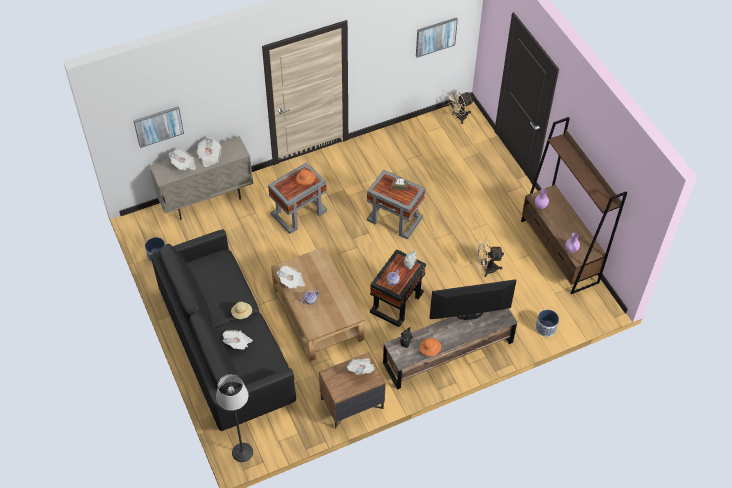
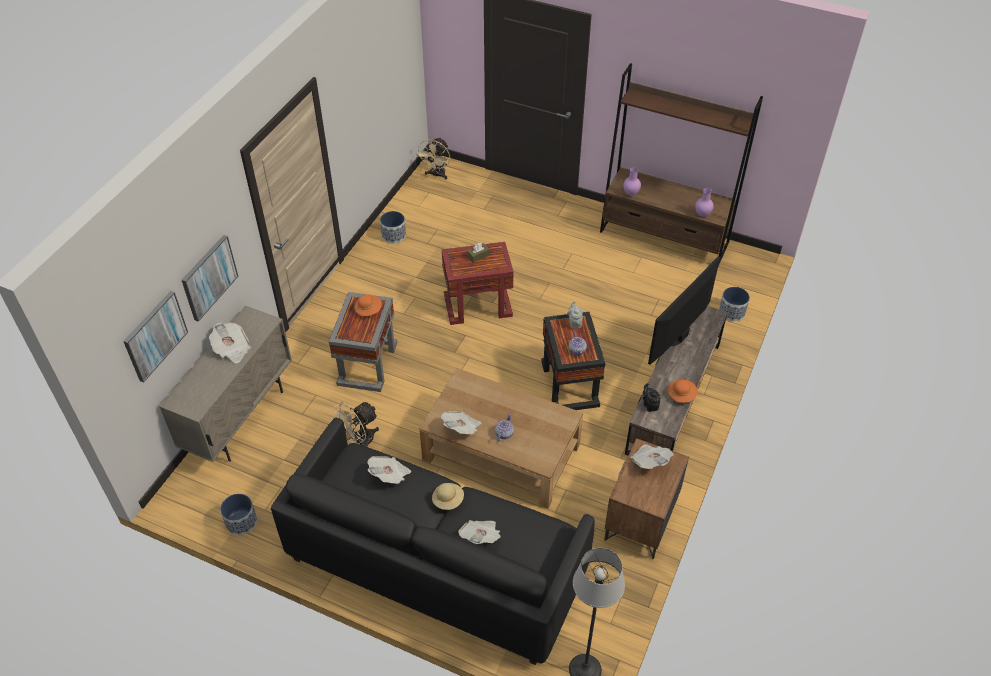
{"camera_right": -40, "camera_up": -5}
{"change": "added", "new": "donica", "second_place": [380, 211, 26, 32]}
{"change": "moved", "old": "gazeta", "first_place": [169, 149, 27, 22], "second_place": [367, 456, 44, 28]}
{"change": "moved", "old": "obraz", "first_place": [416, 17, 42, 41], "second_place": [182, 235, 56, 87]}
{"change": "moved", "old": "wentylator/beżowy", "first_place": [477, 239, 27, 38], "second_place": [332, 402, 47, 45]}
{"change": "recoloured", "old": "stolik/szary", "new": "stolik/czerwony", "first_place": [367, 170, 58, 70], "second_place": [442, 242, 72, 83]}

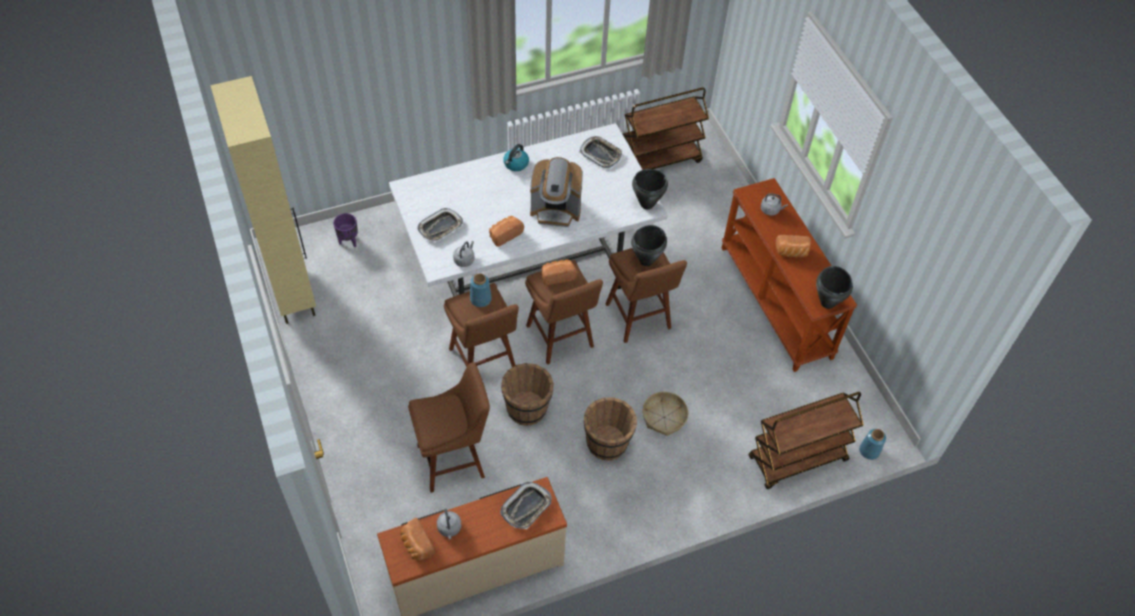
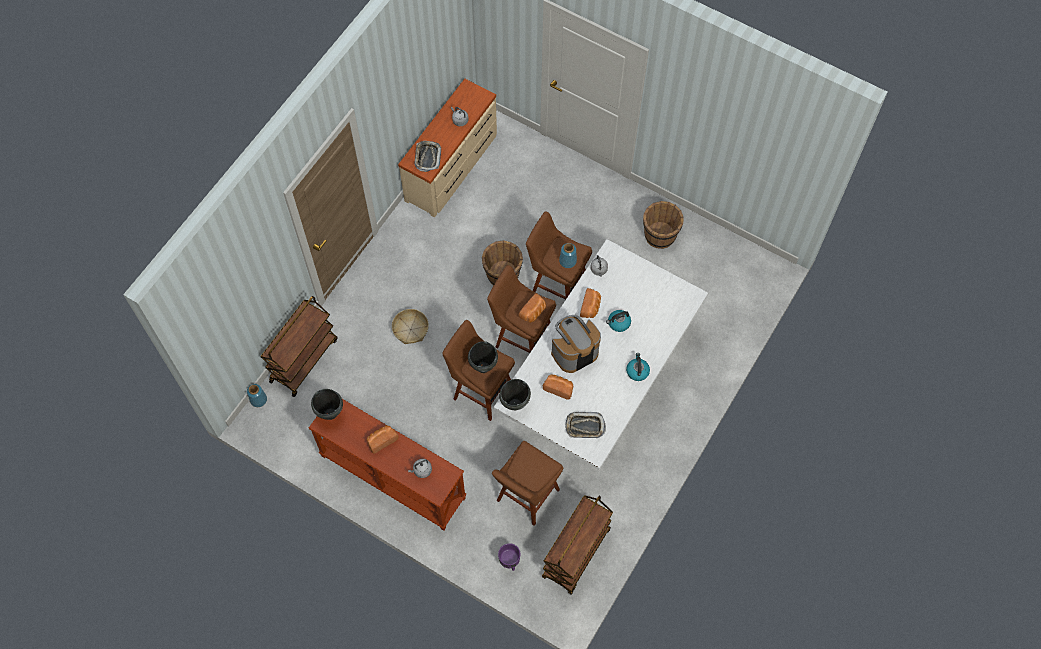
{"camera_right": 145, "camera_up": 10}
{"change": "removed", "old": "szafka/beżowy", "first_place": [210, 76, 106, 248]}
{"change": "removed", "old": "taca", "first_place": [417, 208, 46, 33]}
{"change": "added", "new": "czajnik", "second_place": [606, 310, 25, 22]}
{"change": "moved", "old": "donica/fioletowy", "first_place": [333, 213, 25, 34], "second_place": [498, 543, 23, 28]}
{"change": "moved", "old": "chleb", "first_place": [400, 517, 35, 44], "second_place": [543, 375, 30, 25]}
{"change": "moved", "old": "stołek/brązowy", "first_place": [408, 362, 82, 131], "second_place": [492, 441, 71, 85]}
{"change": "moved", "old": "wiadro/brązowy", "first_place": [584, 397, 53, 63], "second_place": [643, 201, 41, 48]}

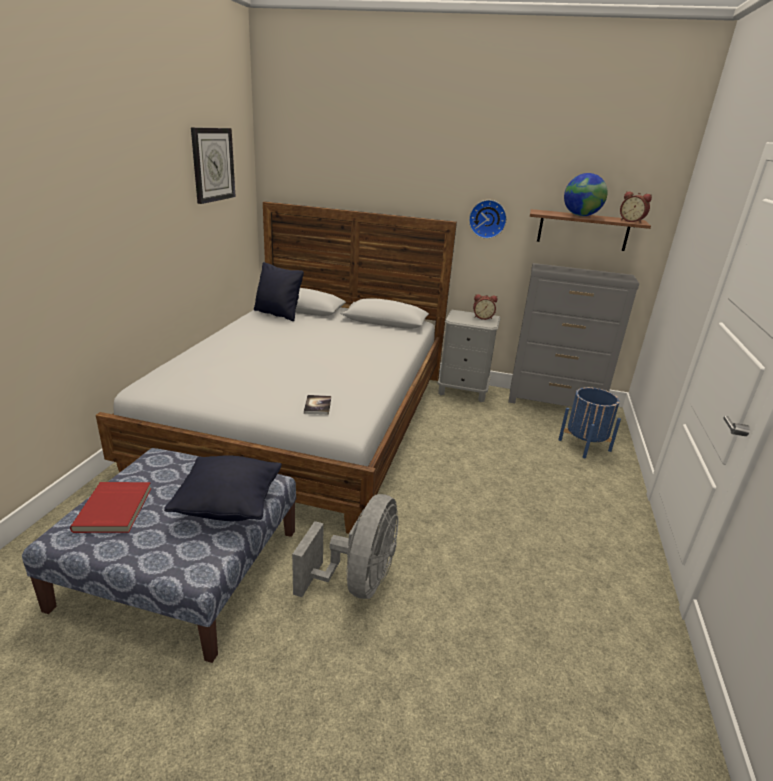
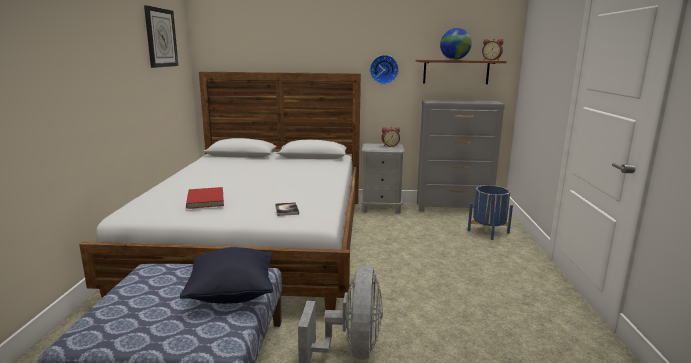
{"camera_right": -10, "camera_up": -10}
{"change": "removed", "old": "poduszka/czarny", "first_place": [254, 262, 50, 59]}
{"change": "moved", "old": "książka/czerwony", "first_place": [70, 482, 82, 51], "second_place": [186, 187, 38, 22]}

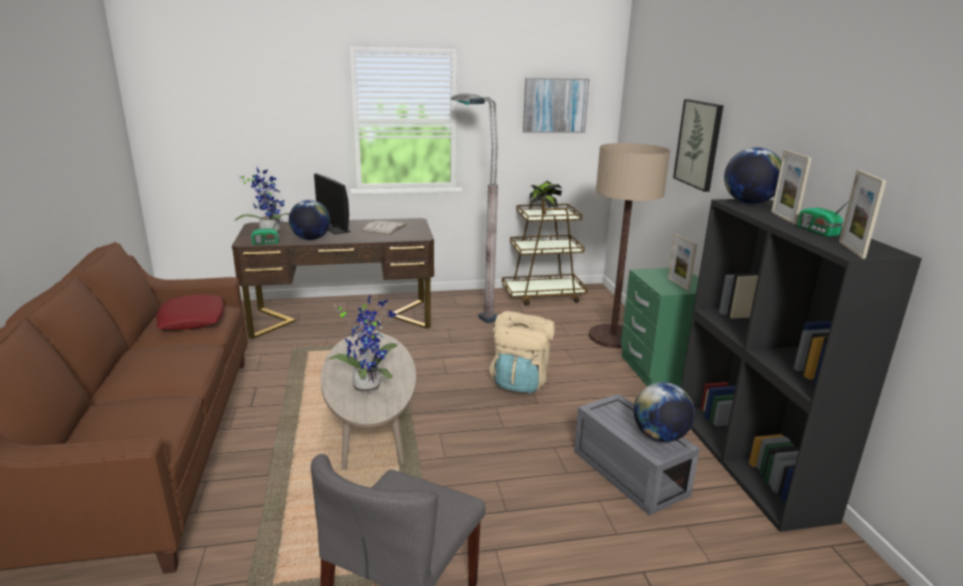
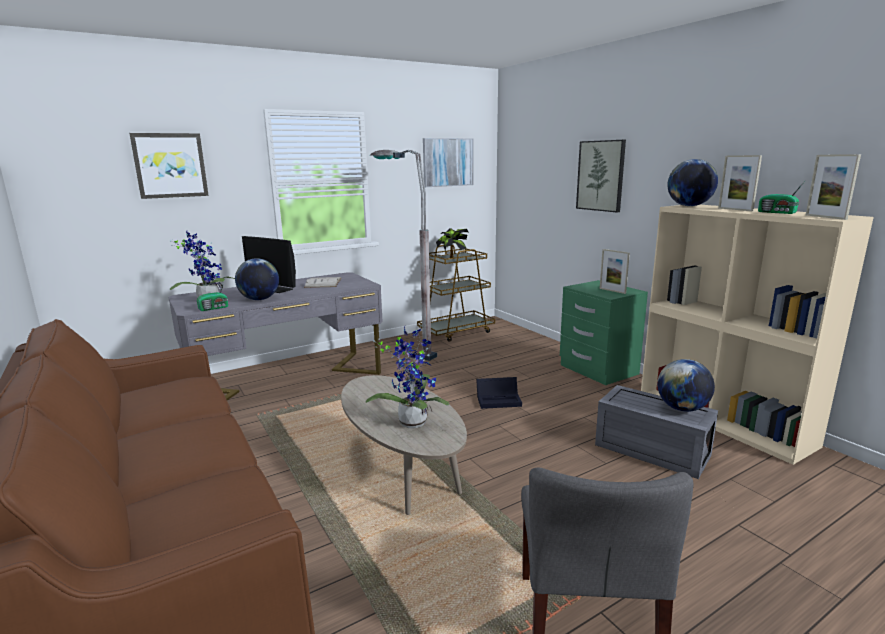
{"camera_right": -20, "camera_up": -5}
{"change": "removed", "old": "poduszka/czerwony", "first_place": [156, 294, 68, 36]}
{"change": "removed", "old": "lampa stojąca", "first_place": [589, 143, 81, 205]}
{"change": "added", "new": "obraz", "second_place": [129, 133, 80, 66]}
{"change": "replaced", "old": "plecak/beżowy", "new": "pojemnik do przechowywania/czarny", "first_place": [489, 311, 66, 82], "second_place": [476, 377, 46, 32]}
{"change": "recoloured", "old": "biurko/brązowy", "new": "biurko/szary", "first_place": [232, 218, 202, 121], "second_place": [168, 272, 215, 128]}
{"change": "recoloured", "old": "regał/czarny", "new": "regał/beżowy", "first_place": [681, 199, 241, 333], "second_place": [641, 205, 233, 260]}

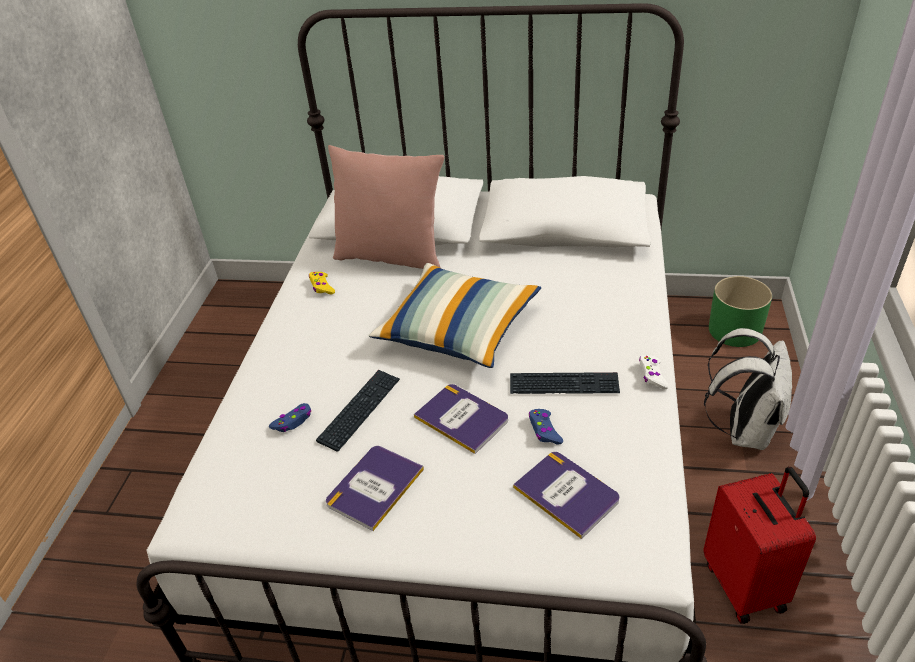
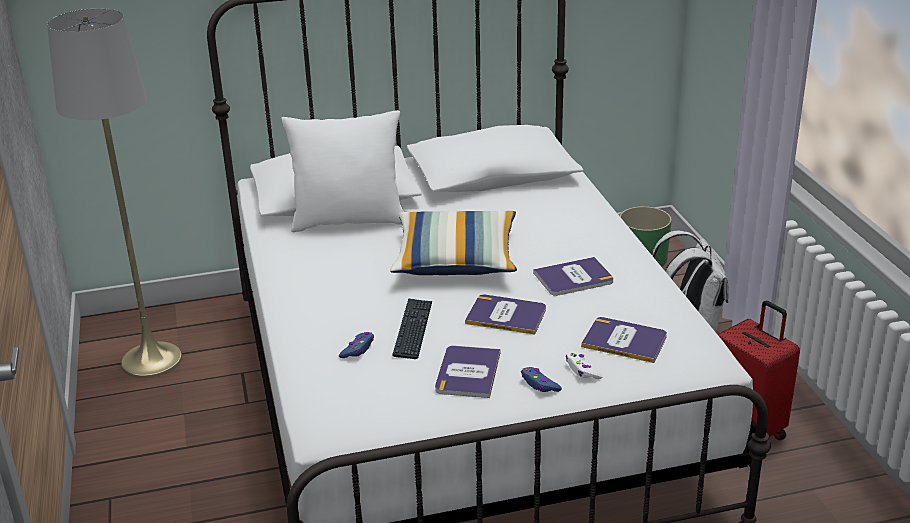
{"camera_right": -25, "camera_up": -10}
{"change": "removed", "old": "pad do gier/żółty", "first_place": [309, 272, 26, 23]}
{"change": "added", "new": "lampa stojąca/szary", "second_place": [47, 8, 135, 370]}
{"change": "moved", "old": "pad do gier/niebieski", "first_place": [529, 409, 34, 35], "second_place": [521, 367, 41, 25]}
{"change": "moved", "old": "pad do gier/biały", "first_place": [639, 355, 30, 34], "second_place": [566, 353, 37, 27]}
{"change": "replaced", "old": "klawiatura", "new": "książka", "first_place": [510, 372, 110, 22], "second_place": [533, 257, 80, 39]}
{"change": "recoloured", "old": "poduszka/różowy", "new": "poduszka/biały", "first_place": [328, 145, 117, 124], "second_place": [281, 110, 123, 122]}

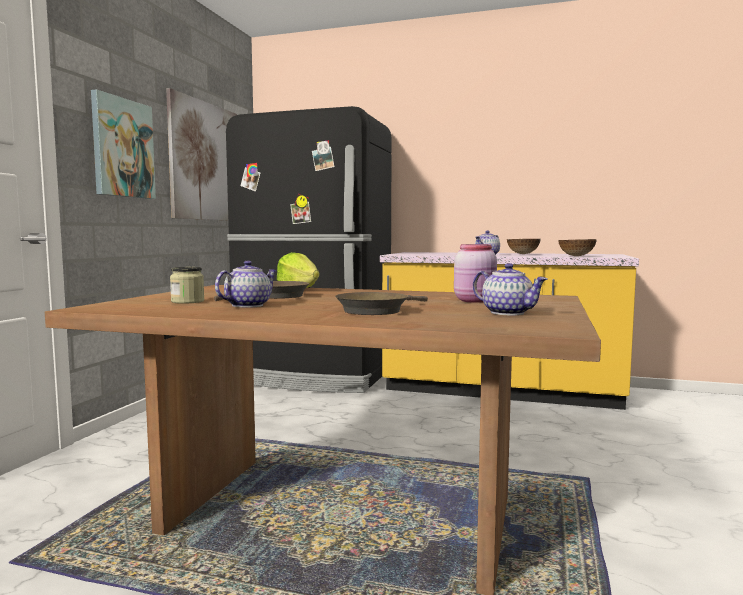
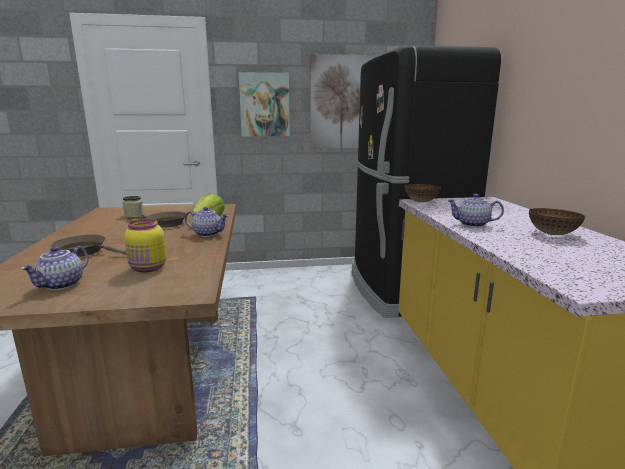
{"camera_right": 65, "camera_up": 10}
{"change": "moved", "old": "imbryk", "first_place": [215, 261, 62, 47], "second_place": [185, 207, 44, 30]}
{"change": "moved", "old": "miska", "first_place": [558, 239, 39, 17], "second_place": [404, 184, 37, 19]}
{"change": "recoloured", "old": "słoik/różowy", "new": "słoik/żółty", "first_place": [454, 244, 43, 59], "second_place": [124, 219, 42, 54]}

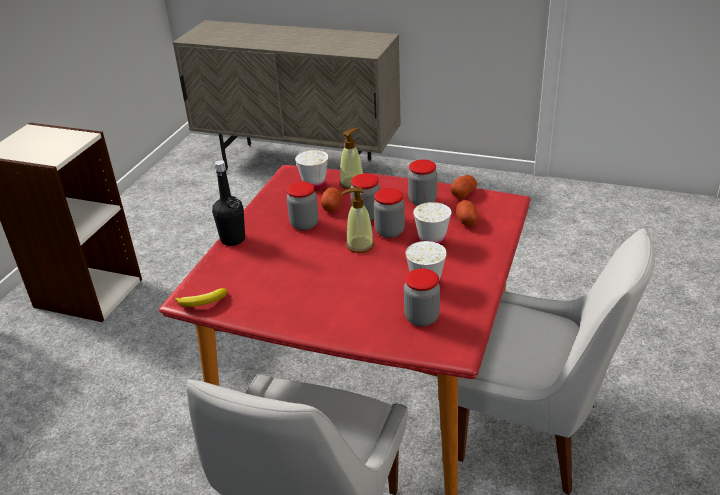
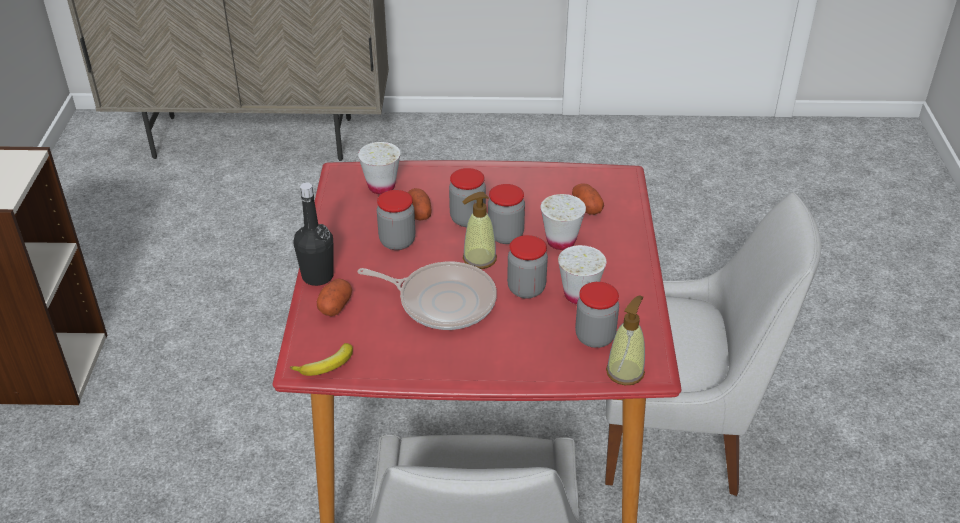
{"camera_right": -20, "camera_up": 5}
{"change": "added", "new": "patelnia", "second_place": [358, 262, 139, 68]}
{"change": "moved", "old": "dozownik mydła", "first_place": [340, 128, 23, 61], "second_place": [606, 295, 39, 90]}
{"change": "moved", "old": "słoik", "first_place": [408, 160, 29, 46], "second_place": [507, 235, 41, 64]}
{"change": "moved", "old": "ziemniak", "first_place": [451, 175, 26, 24], "second_place": [317, 278, 35, 38]}

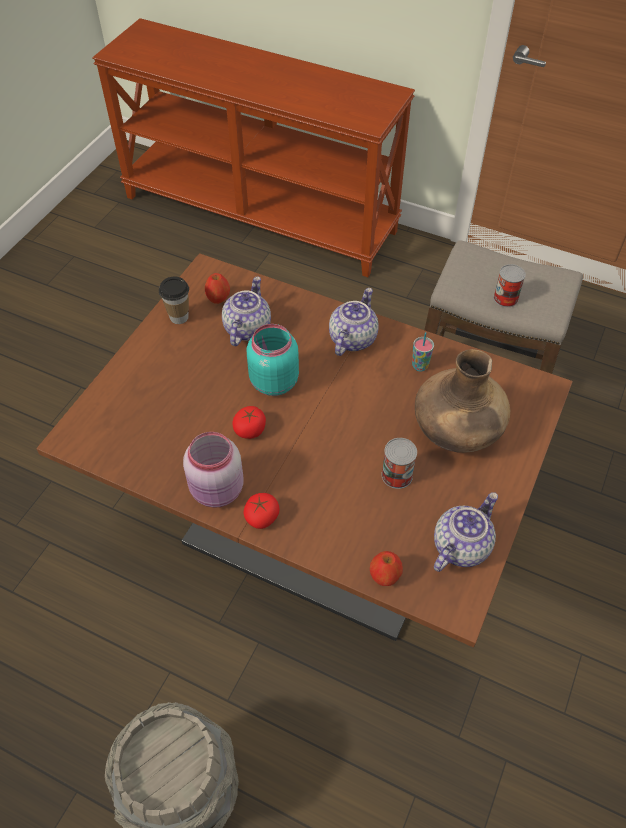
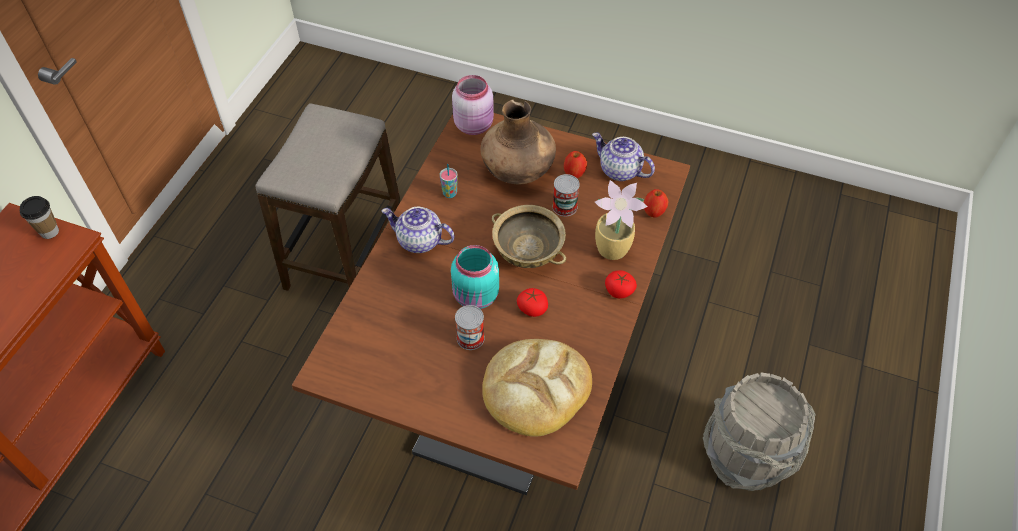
{"camera_right": -95, "camera_up": 0}
{"change": "removed", "old": "imbryk", "first_place": [222, 276, 49, 70]}
{"change": "added", "new": "chleb", "second_place": [482, 339, 110, 98]}
{"change": "added", "new": "miska/beżowy", "second_place": [492, 205, 74, 63]}
{"change": "added", "new": "roślina doniczkowa", "second_place": [595, 180, 52, 80]}
{"change": "moved", "old": "filiżanka", "first_place": [159, 276, 30, 48], "second_place": [20, 196, 39, 43]}
{"change": "moved", "old": "słoik/różowy", "first_place": [183, 432, 61, 76], "second_place": [452, 75, 42, 60]}
{"change": "moved", "old": "jabłko", "first_place": [205, 273, 25, 31], "second_place": [564, 151, 23, 28]}
{"change": "moved", "old": "puszka", "first_place": [493, 264, 33, 43], "second_place": [455, 305, 30, 45]}

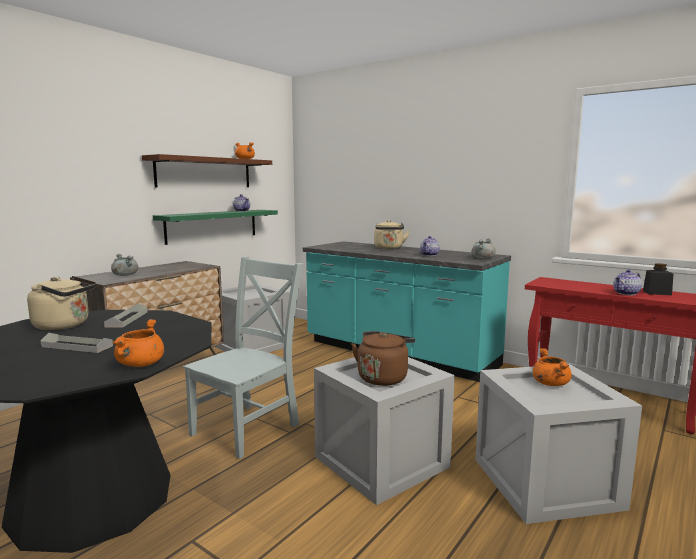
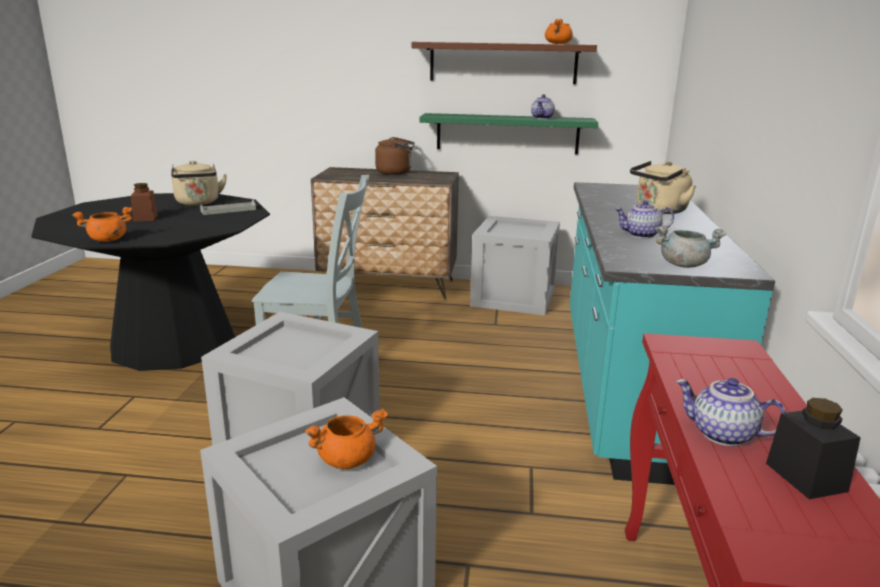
{"camera_right": 60, "camera_up": 10}
{"change": "removed", "old": "garnek/szary", "first_place": [111, 254, 28, 22]}
{"change": "moved", "old": "czajnik/brązowy", "first_place": [351, 331, 64, 55], "second_place": [375, 137, 40, 38]}
{"change": "replaced", "old": "taca/szary", "new": "słoik/brązowy", "first_place": [41, 333, 72, 20], "second_place": [131, 183, 27, 39]}

